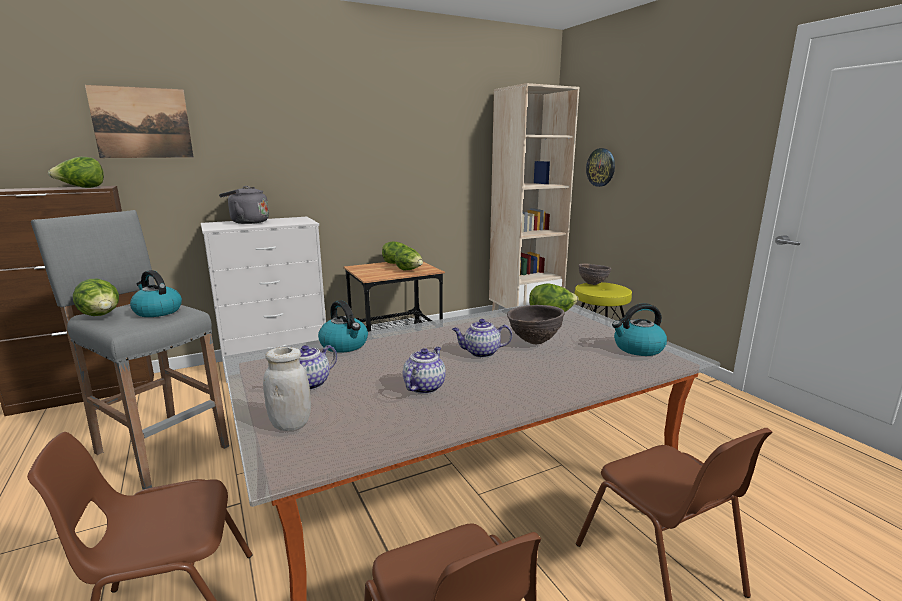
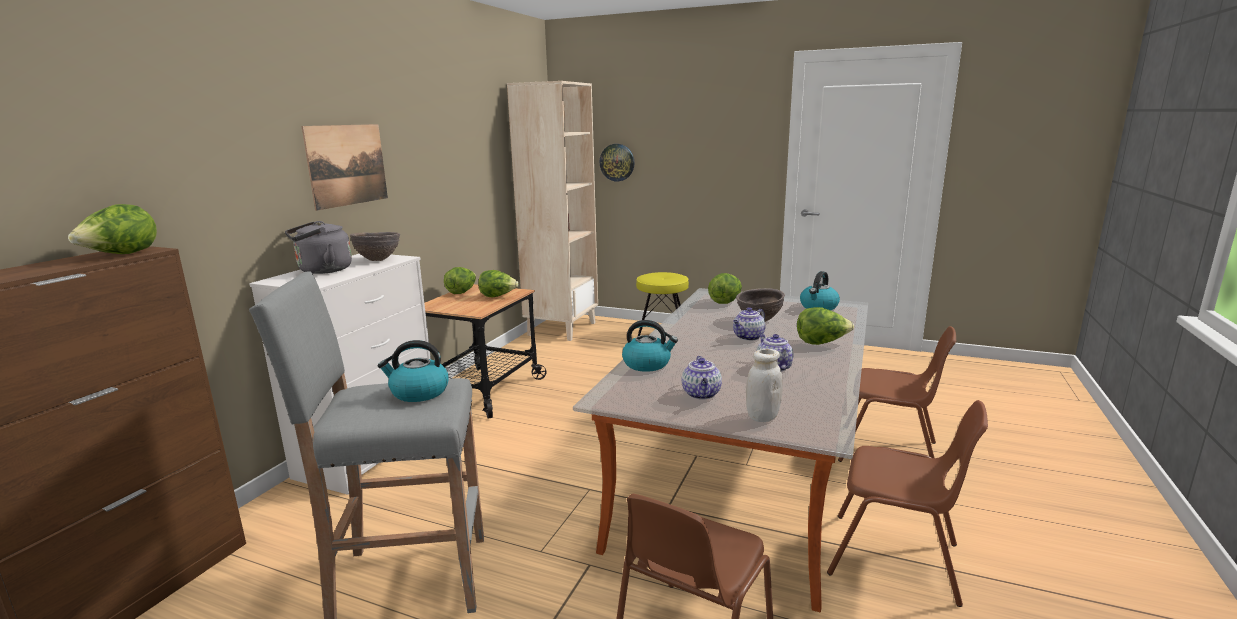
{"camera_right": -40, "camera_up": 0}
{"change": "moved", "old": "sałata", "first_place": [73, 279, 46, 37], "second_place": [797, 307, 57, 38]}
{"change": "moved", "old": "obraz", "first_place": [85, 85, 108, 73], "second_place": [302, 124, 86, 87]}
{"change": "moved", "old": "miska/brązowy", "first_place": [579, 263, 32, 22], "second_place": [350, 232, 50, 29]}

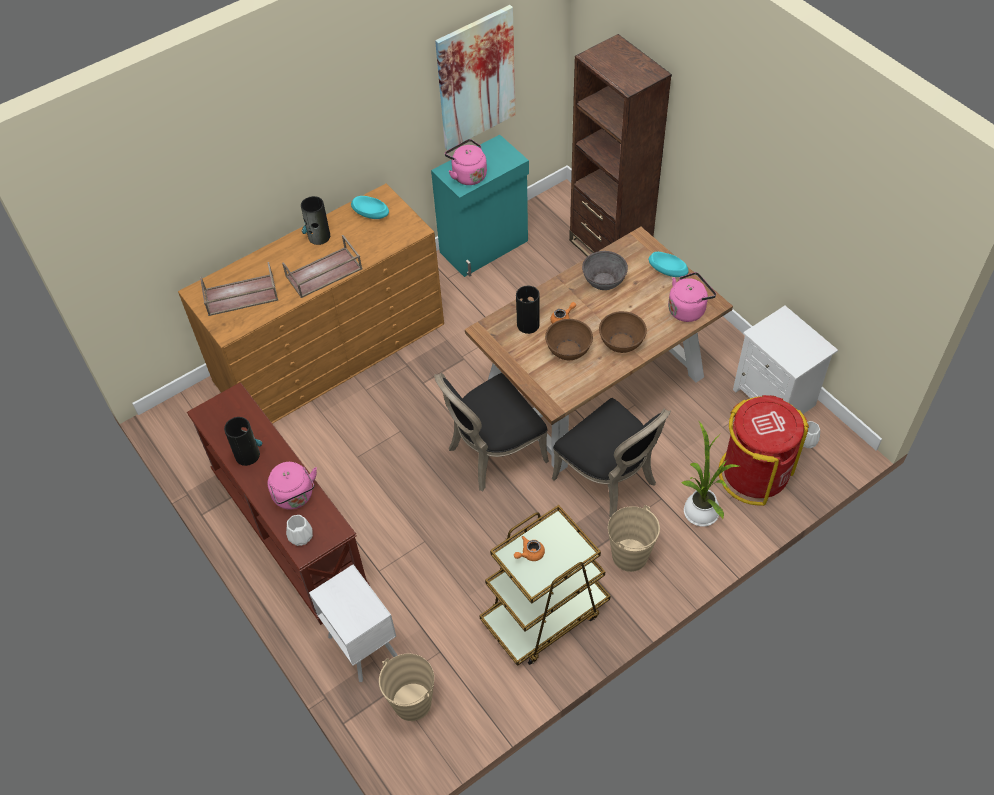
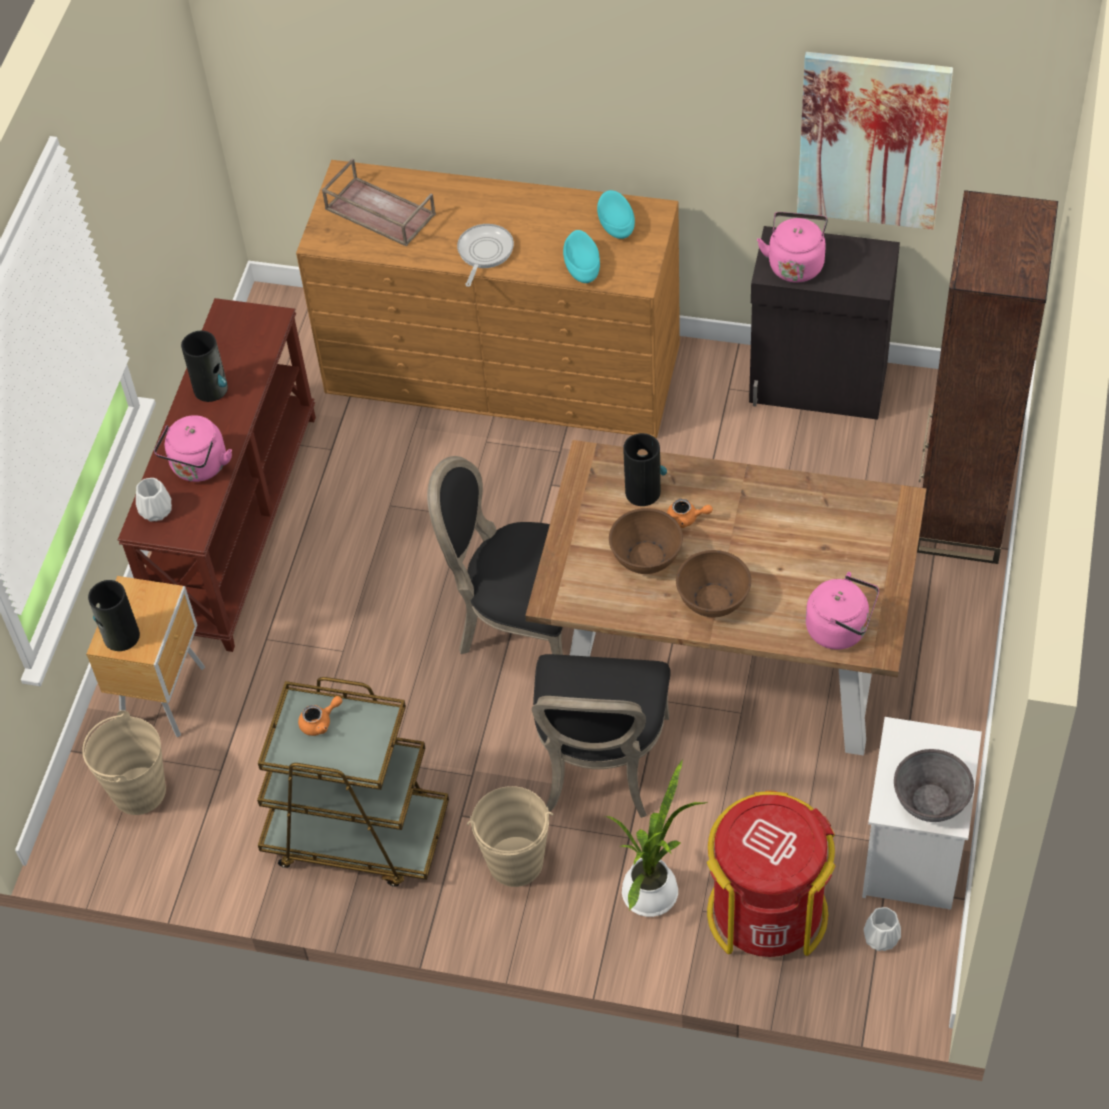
{"camera_right": 50, "camera_up": 0}
{"change": "moved", "old": "wazon", "first_place": [301, 196, 29, 49], "second_place": [88, 580, 52, 71]}
{"change": "moved", "old": "miska/szary", "first_place": [582, 251, 46, 39], "second_place": [894, 749, 80, 73]}
{"change": "moved", "old": "miska/turkusowy", "first_place": [649, 252, 40, 25], "second_place": [563, 230, 37, 53]}
{"change": "replaced", "old": "taca/brązowy", "new": "patelnia", "first_place": [282, 235, 80, 63], "second_place": [457, 224, 57, 63]}
{"change": "recoloured", "old": "szafka nocna/biały", "new": "szafka nocna/brązowy", "first_place": [309, 564, 89, 118], "second_place": [86, 576, 119, 161]}
{"change": "recoloured", "old": "szafka/turkusowy", "new": "szafka/czarny", "first_place": [431, 135, 98, 142], "second_place": [749, 226, 151, 194]}
{"change": "turned", "old": "imbryk/pomarańczowy", "first_place": [514, 536, 31, 25], "second_place": [298, 696, 44, 40], "degrees": 135}

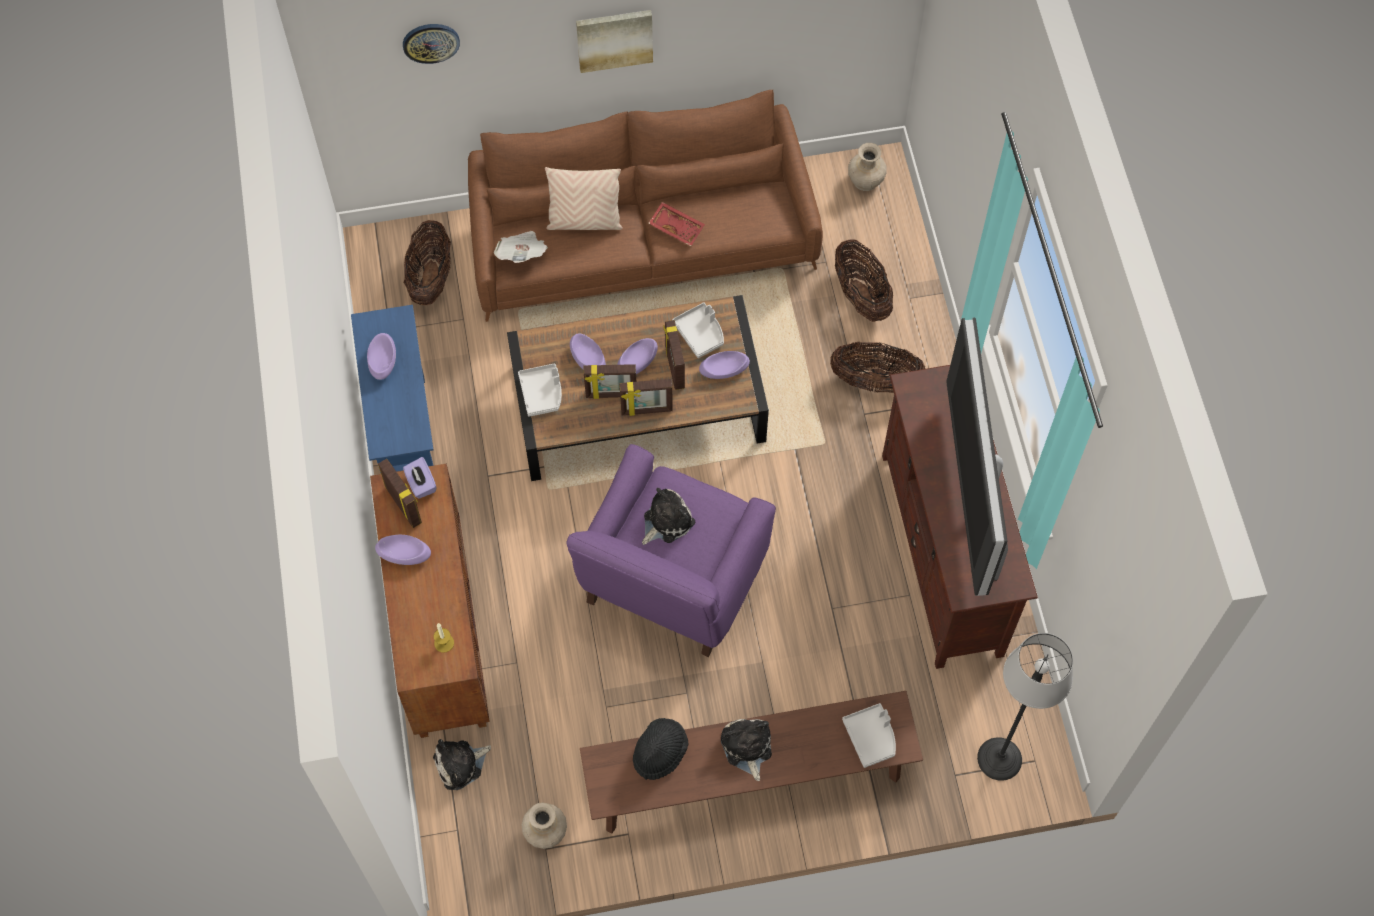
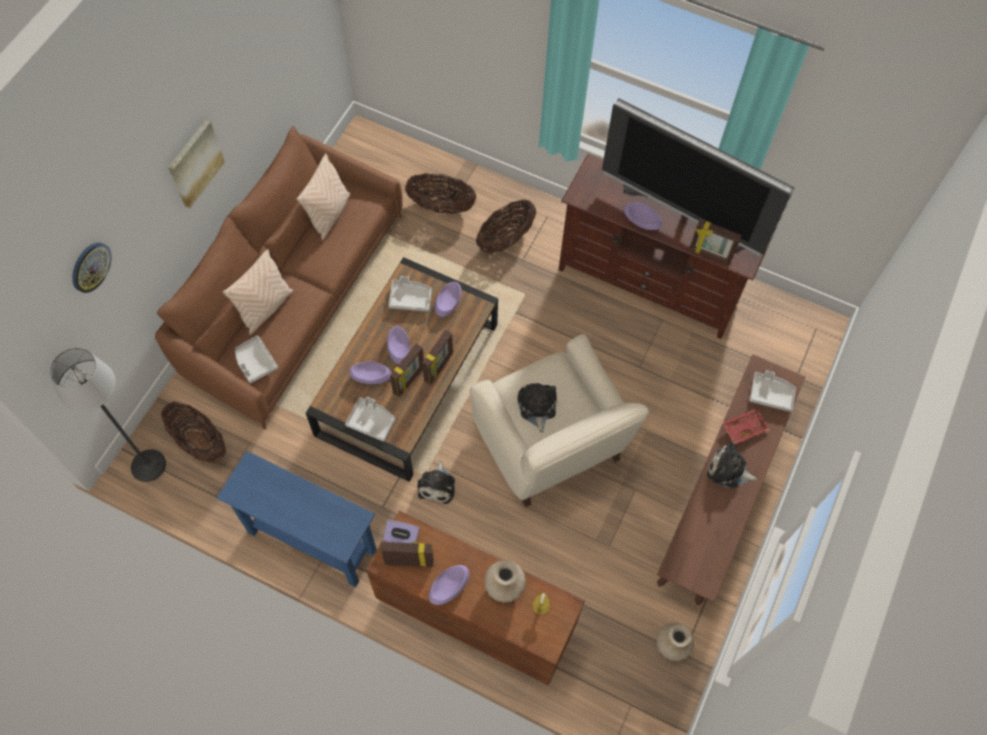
{"camera_right": -55, "camera_up": 0}
{"change": "removed", "old": "kapelusz/czarny", "first_place": [633, 718, 55, 62]}
{"change": "added", "new": "poduszka/beżowy", "second_place": [296, 153, 54, 88]}
{"change": "moved", "old": "miska/fioletowy", "first_place": [367, 333, 29, 47], "second_place": [624, 202, 38, 28]}
{"change": "moved", "old": "pluszak", "first_place": [433, 739, 58, 51], "second_place": [417, 460, 38, 44]}
{"change": "moved", "old": "taca/czerwony", "first_place": [649, 202, 56, 44], "second_place": [722, 409, 48, 35]}
{"change": "moved", "old": "ramka na zdjęcie", "first_place": [663, 320, 22, 70], "second_place": [689, 219, 53, 46]}
{"change": "moved", "old": "wazon/beżowy", "first_place": [848, 143, 39, 48], "second_place": [484, 560, 42, 43]}
{"change": "moved", "old": "lampa stojąca", "first_place": [977, 633, 96, 148], "second_place": [50, 348, 116, 134]}
{"change": "replaced", "old": "gazeta", "new": "taca/szary", "first_place": [494, 231, 54, 32], "second_place": [235, 336, 43, 48]}
{"change": "recoloured", "old": "fotel/fioletowy", "new": "fotel/beżowy", "first_place": [566, 444, 210, 213], "second_place": [470, 334, 179, 173]}

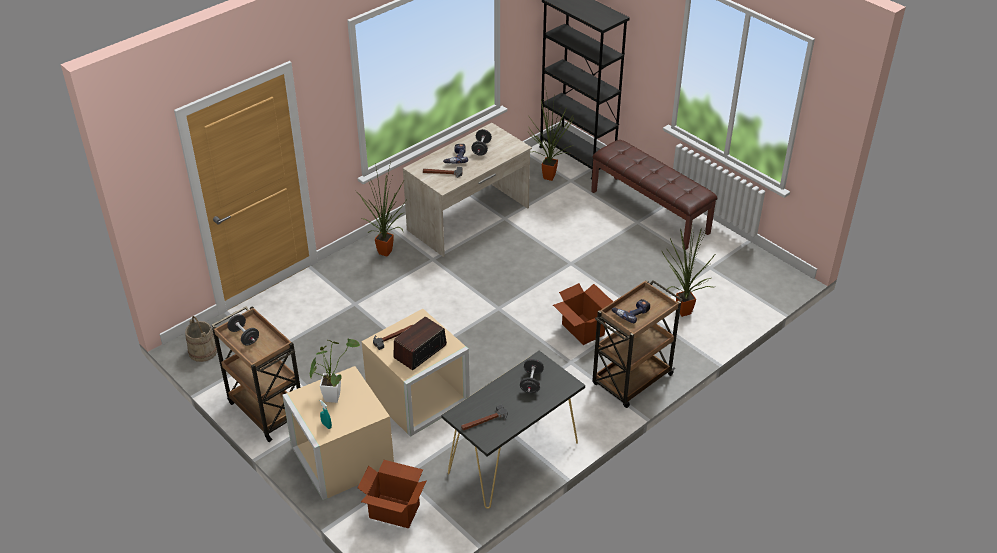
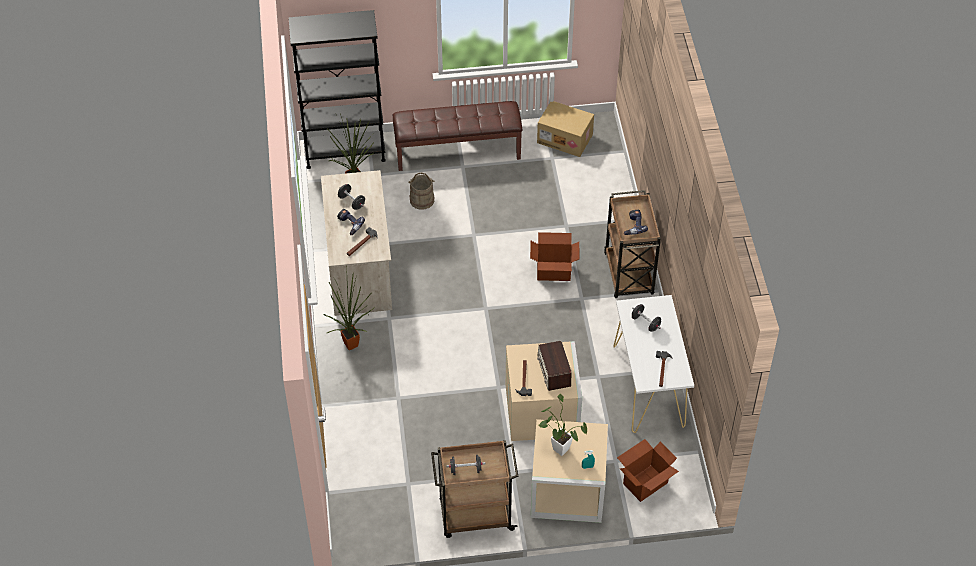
{"camera_right": -55, "camera_up": 10}
{"change": "removed", "old": "roślina doniczkowa", "first_place": [661, 228, 54, 89]}
{"change": "added", "new": "karton", "second_place": [537, 101, 57, 56]}
{"change": "moved", "old": "wiadro/beżowy", "first_place": [185, 316, 32, 46], "second_place": [408, 173, 26, 37]}
{"change": "recoloured", "old": "stolik konsolowy/czarny", "new": "stolik konsolowy/biały", "first_place": [441, 351, 144, 158], "second_place": [613, 295, 81, 138]}

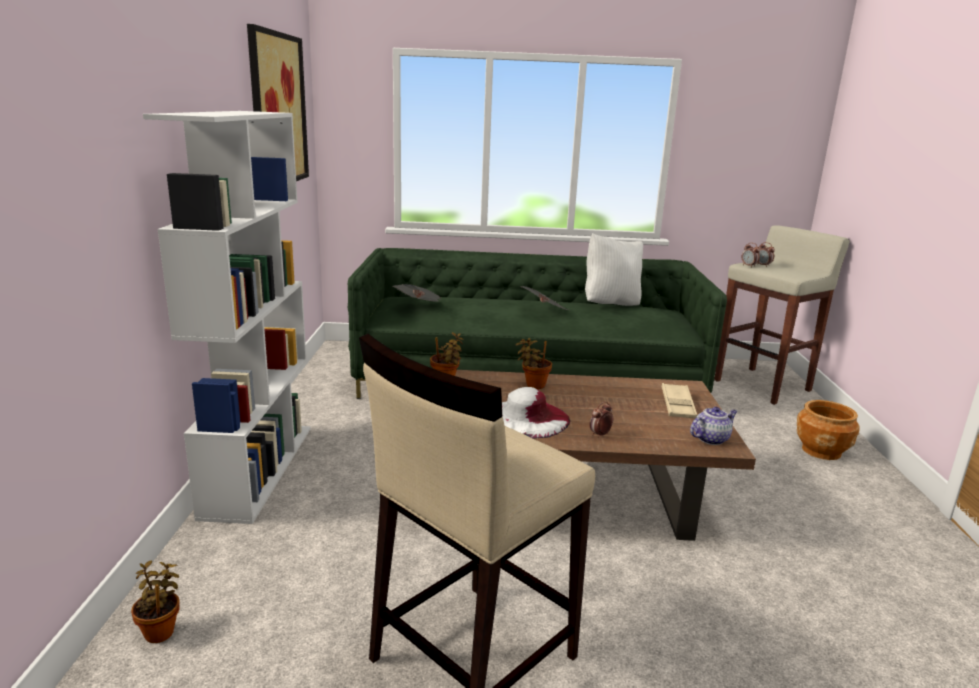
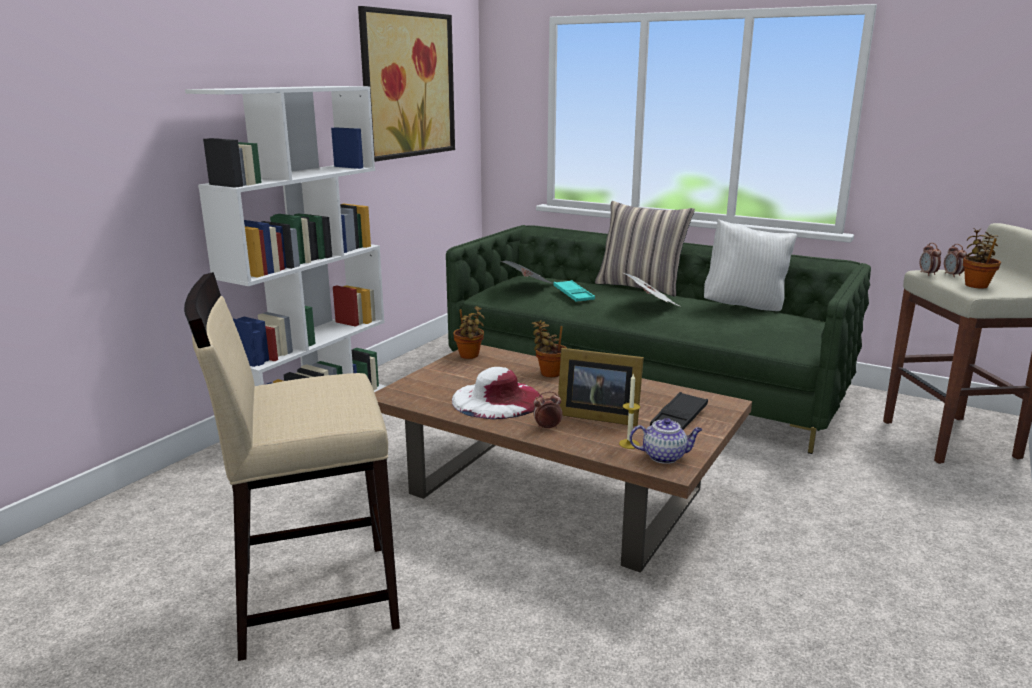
{"camera_right": 30, "camera_up": 0}
{"change": "removed", "old": "donica/brązowy", "first_place": [797, 400, 62, 60]}
{"change": "added", "new": "taca/turkusowy", "second_place": [554, 280, 41, 22]}
{"change": "added", "new": "ramka na zdjęcie", "second_place": [558, 348, 86, 78]}
{"change": "added", "new": "poduszka", "second_place": [595, 201, 100, 96]}
{"change": "added", "new": "świeca", "second_place": [619, 374, 21, 75]}
{"change": "moved", "old": "roślina doniczkowa", "first_place": [131, 561, 49, 82], "second_place": [963, 228, 38, 61]}
{"change": "recoloured", "old": "taca/beżowy", "new": "taca/czarny", "first_place": [662, 383, 35, 35], "second_place": [650, 392, 58, 38]}

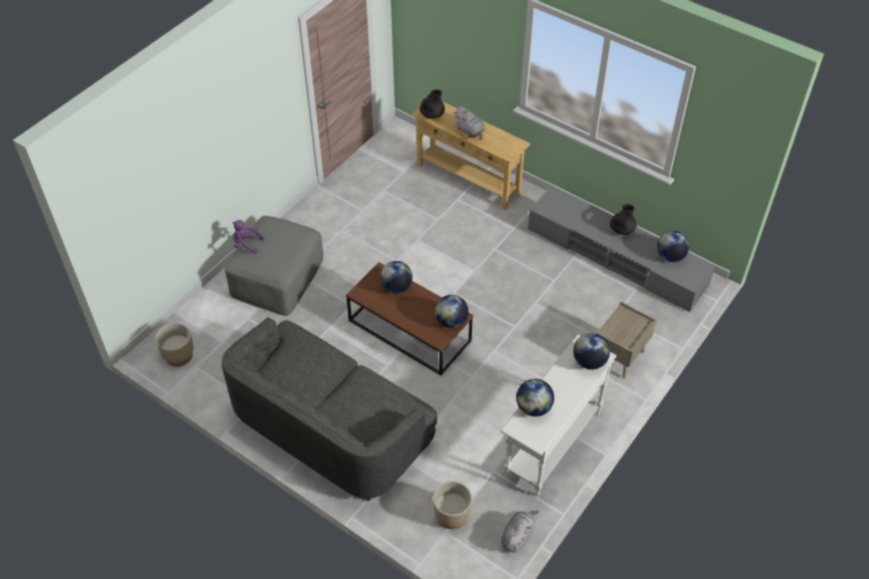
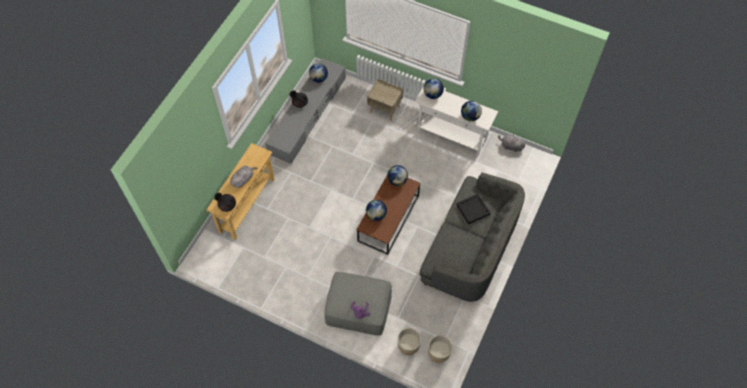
{"camera_right": -100, "camera_up": 10}
{"change": "added", "new": "taca/czarny", "second_place": [456, 194, 35, 30]}
{"change": "moved", "old": "donica/beżowy", "first_place": [433, 481, 39, 48], "second_place": [397, 328, 24, 27]}

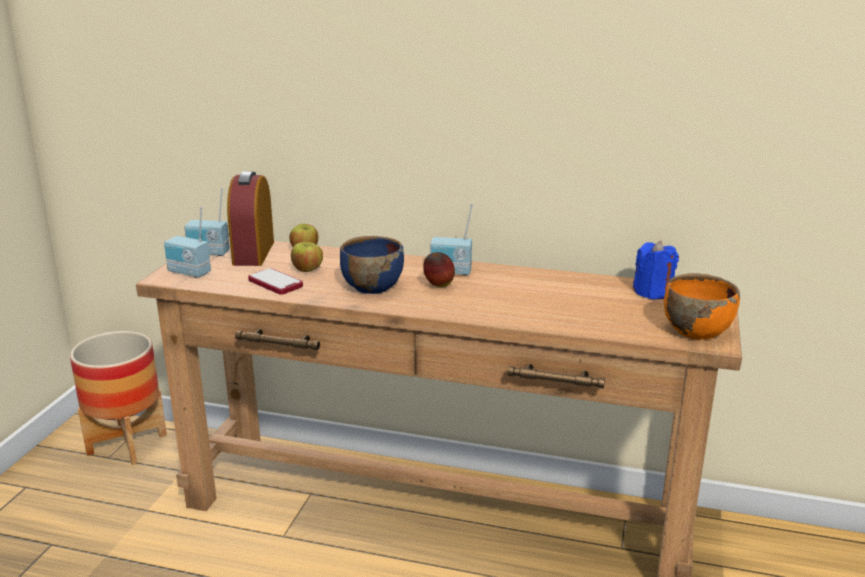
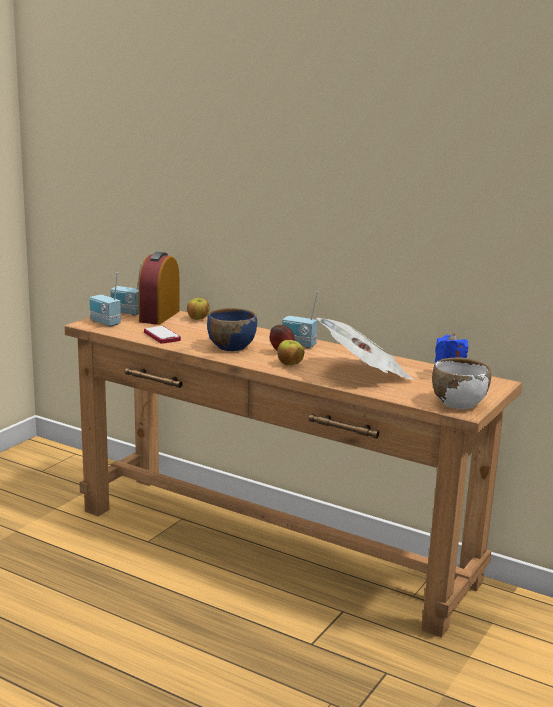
{"camera_right": 15, "camera_up": -5}
{"change": "removed", "old": "donica", "first_place": [70, 331, 97, 134]}
{"change": "added", "new": "gazeta", "second_place": [317, 318, 97, 62]}
{"change": "moved", "old": "jabłko", "first_place": [291, 242, 32, 30], "second_place": [277, 340, 27, 26]}
{"change": "recoloured", "old": "miska/pomarańczowy", "new": "miska/biały", "first_place": [664, 273, 76, 67], "second_place": [432, 358, 59, 51]}

